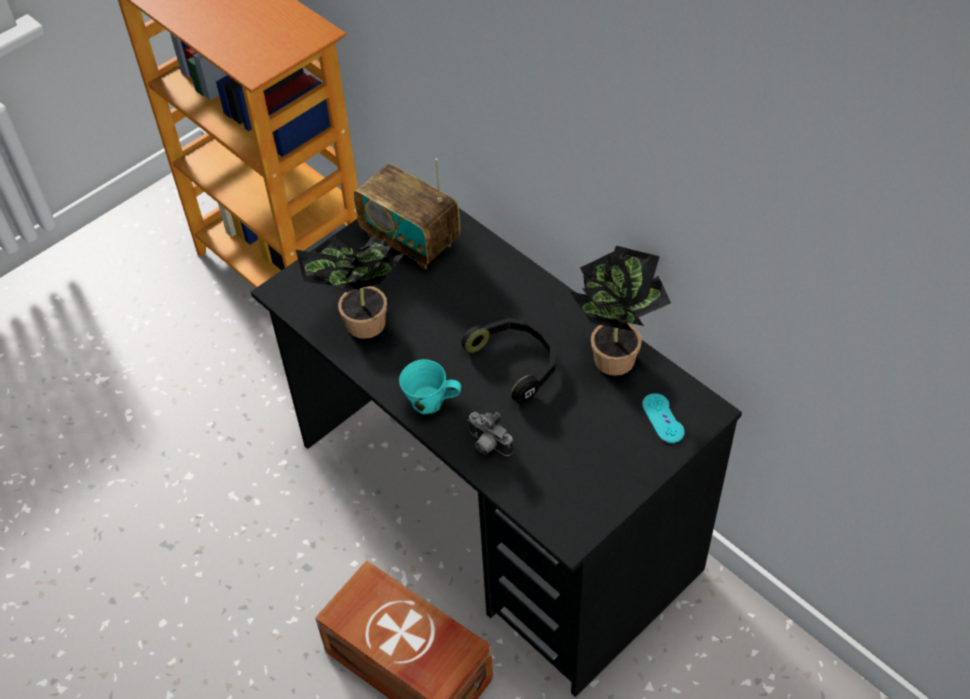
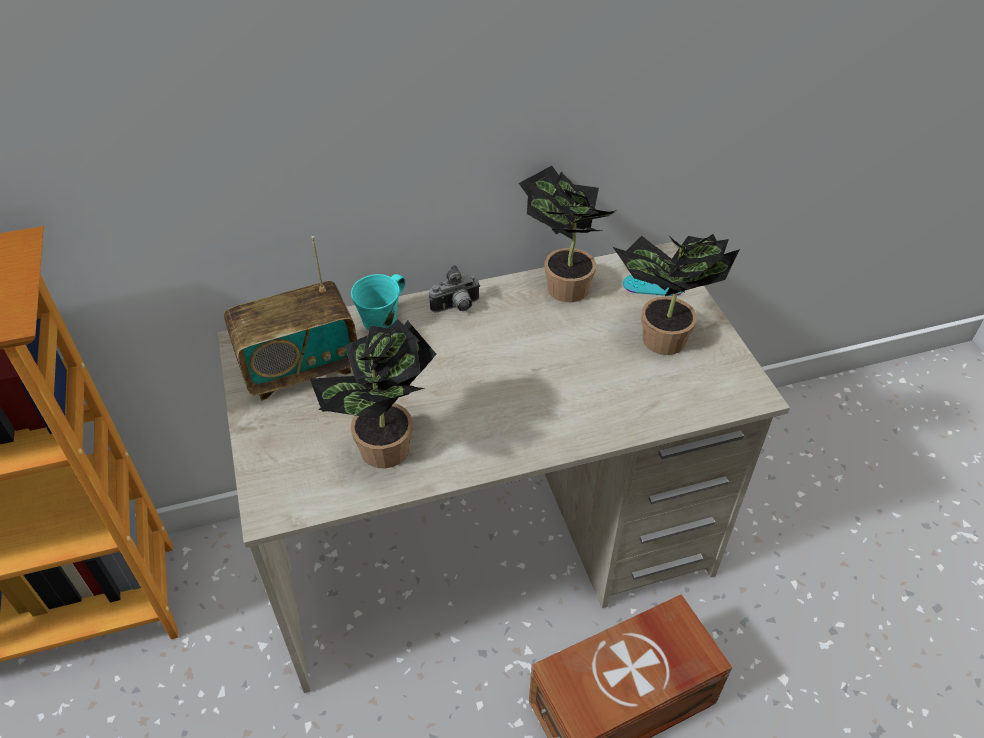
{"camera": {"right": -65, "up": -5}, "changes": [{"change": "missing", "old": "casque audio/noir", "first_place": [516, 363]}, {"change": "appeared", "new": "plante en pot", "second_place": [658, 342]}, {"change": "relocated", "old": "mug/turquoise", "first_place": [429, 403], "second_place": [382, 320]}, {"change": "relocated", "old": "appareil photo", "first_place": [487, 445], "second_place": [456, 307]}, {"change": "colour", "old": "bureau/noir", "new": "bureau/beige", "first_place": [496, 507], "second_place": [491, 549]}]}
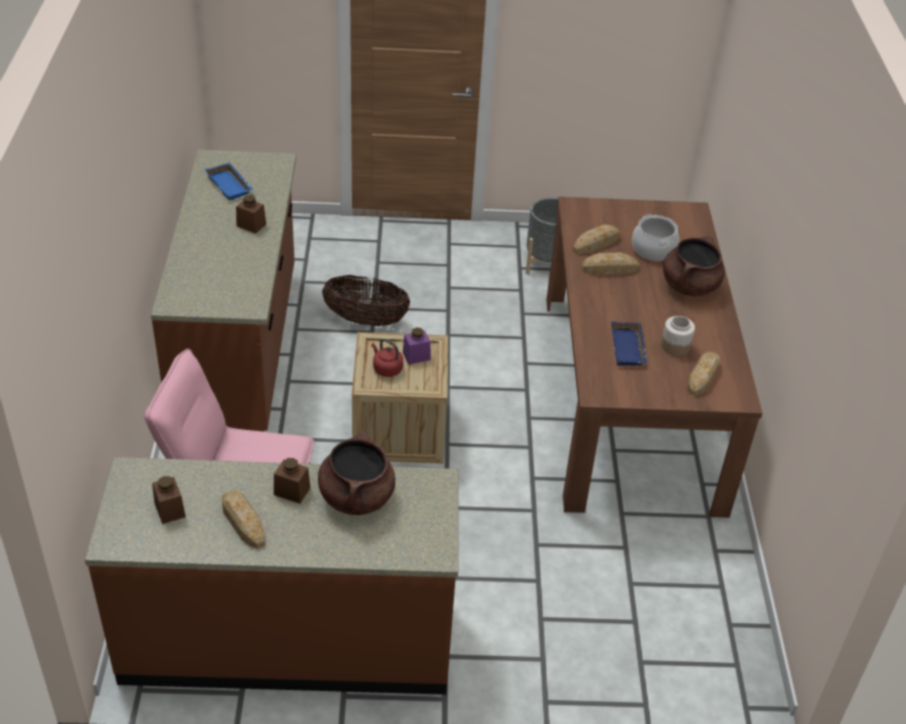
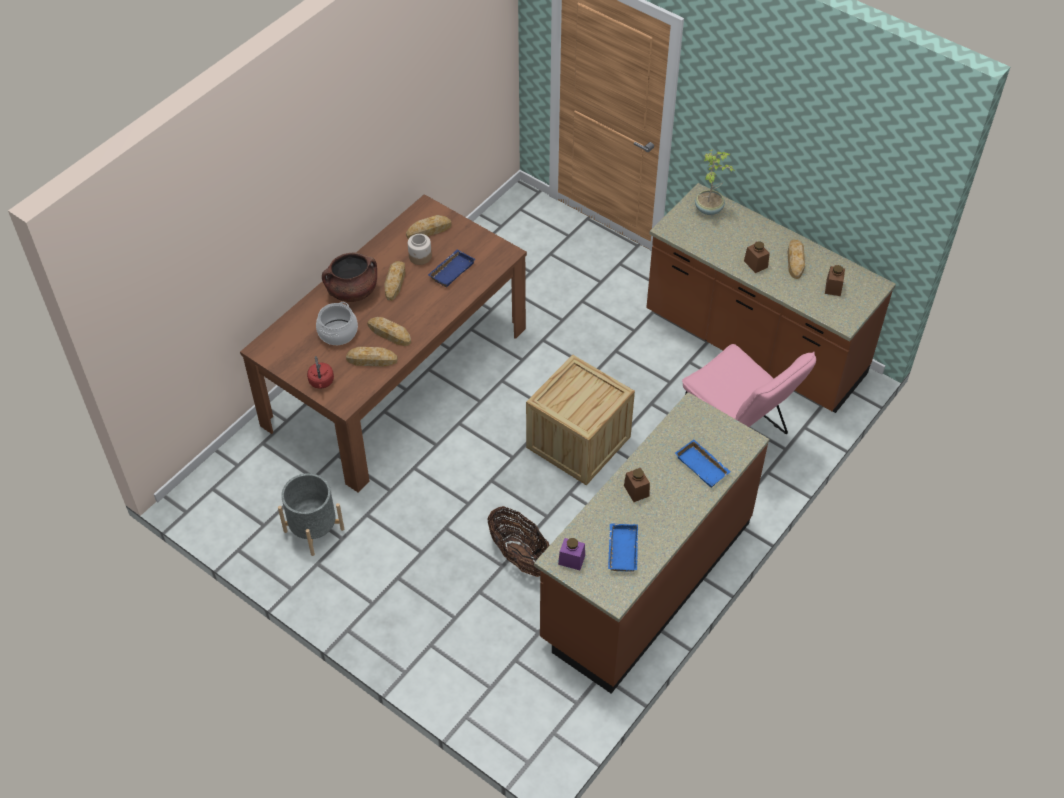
{"camera": {"right": -140, "up": 10}, "changes": [{"change": "missing", "old": "marmite/marron", "first_place": [356, 497]}, {"change": "appeared", "new": "pain", "second_place": [395, 282]}, {"change": "appeared", "new": "plateau/bleu", "second_place": [703, 466]}, {"change": "appeared", "new": "plante en pot", "second_place": [709, 208]}, {"change": "relocated", "old": "bouilloire/rouge", "first_place": [386, 369], "second_place": [321, 382]}, {"change": "relocated", "old": "bocal/violet", "first_place": [416, 356], "second_place": [571, 560]}]}
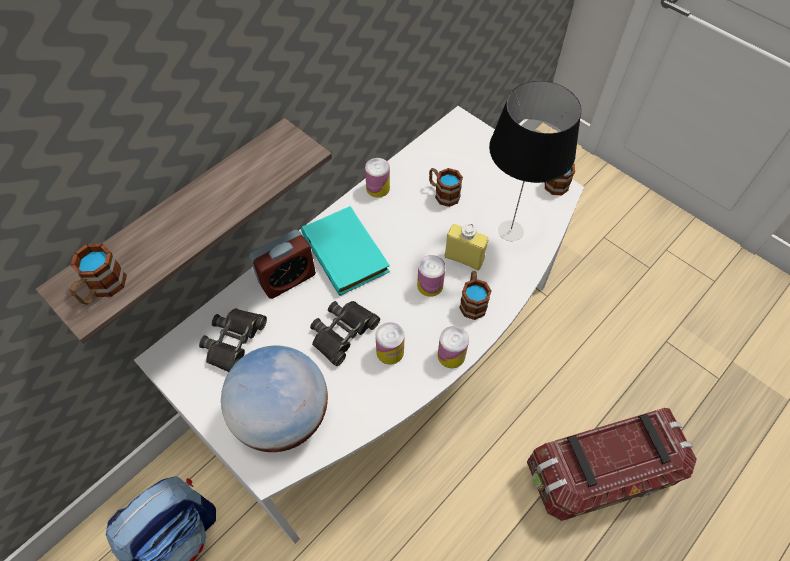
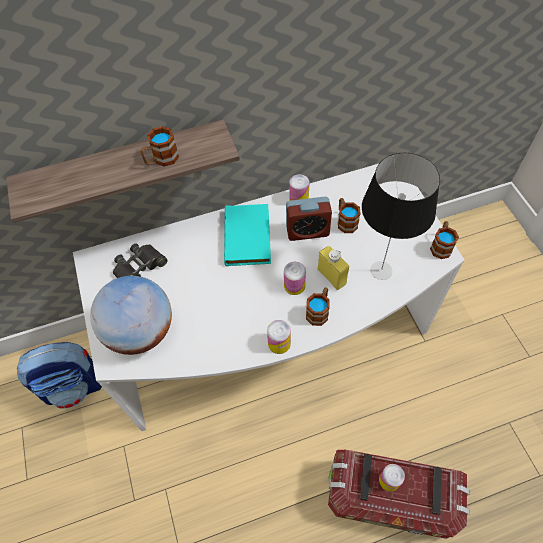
{"camera": {"right": 30, "up": 0}, "changes": [{"change": "missing", "old": "jumelles/noir", "first_place": [343, 333]}, {"change": "relocated", "old": "mug", "first_place": [103, 288], "second_place": [161, 159]}, {"change": "relocated", "old": "réveil", "first_place": [287, 279], "second_place": [307, 231]}, {"change": "relocated", "old": "boîte métallique", "first_place": [390, 351], "second_place": [389, 480]}]}
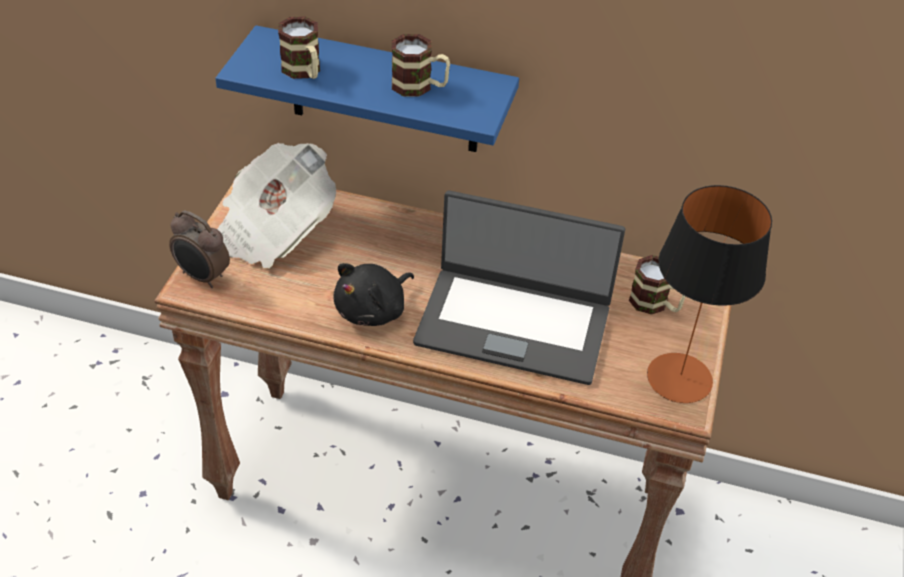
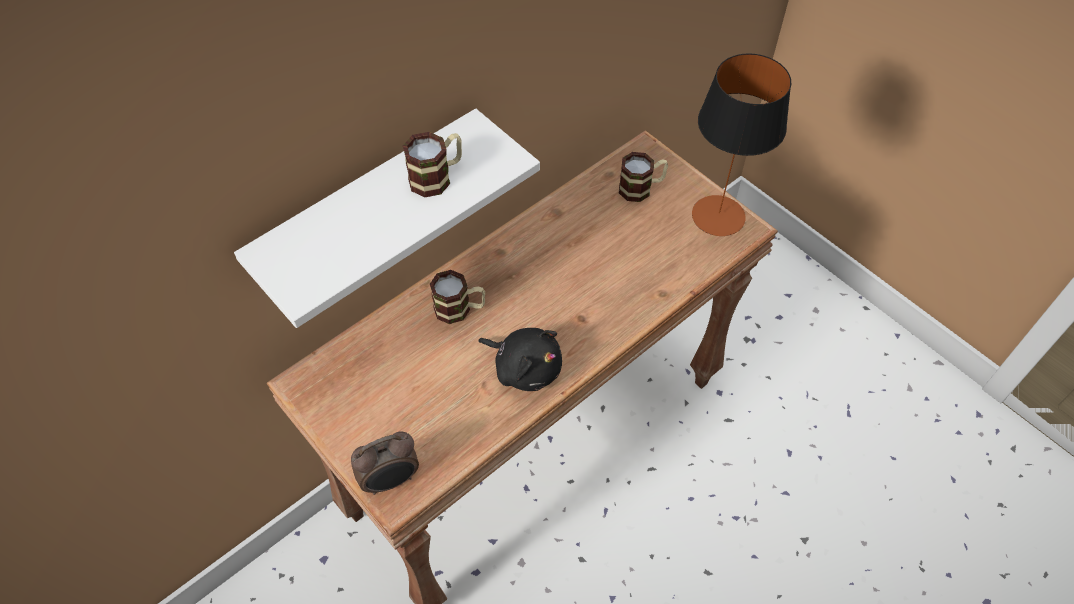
{"camera": {"right": -55, "up": 10}, "changes": [{"change": "missing", "old": "journal", "first_place": [272, 230]}, {"change": "missing", "old": "ordinateur portable", "first_place": [513, 323]}, {"change": "relocated", "old": "mug", "first_place": [304, 72], "second_place": [460, 309]}, {"change": "colour", "old": "étagère/bleu", "new": "étagère/blanc", "first_place": [384, 91], "second_place": [369, 210]}, {"change": "spun", "old": "peluche/noir", "first_place": [373, 310], "second_place": [525, 367], "degrees": -45}]}
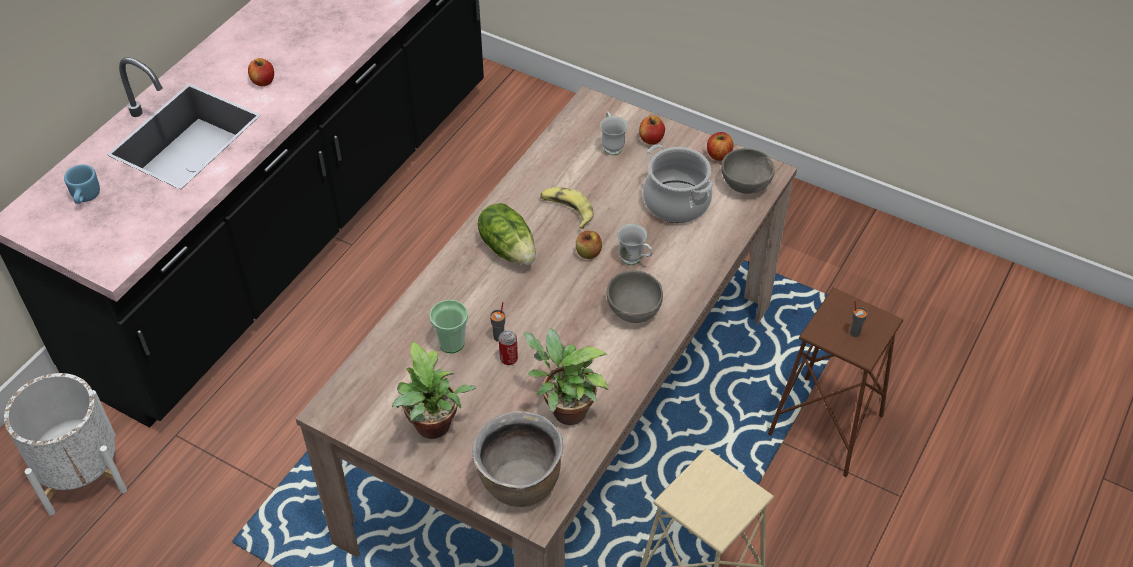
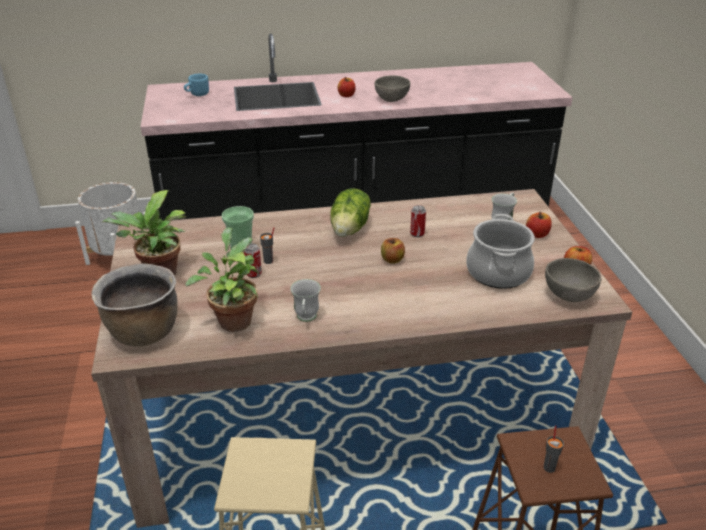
{"camera": {"right": 50, "up": -15}, "changes": [{"change": "relocated", "old": "bol/gris", "first_place": [633, 311], "second_place": [391, 99]}, {"change": "relocated", "old": "mug/blanc", "first_place": [635, 260], "second_place": [306, 319]}, {"change": "exchanged", "old": "banane", "new": "boîte métallique", "first_place": [567, 210], "second_place": [417, 234]}]}
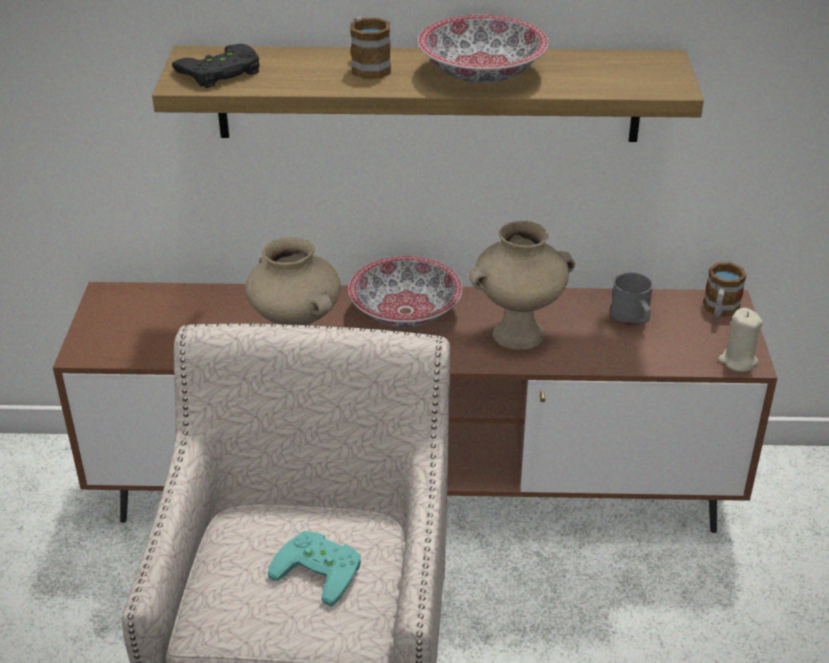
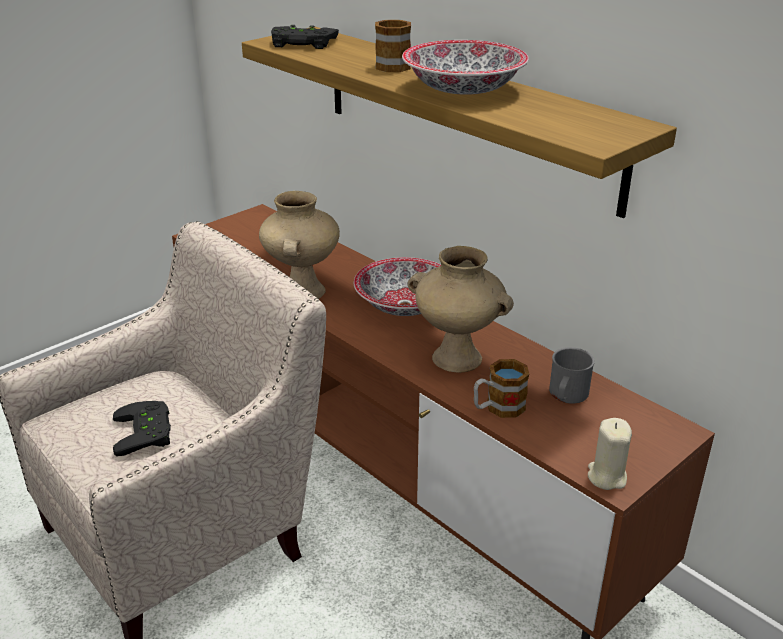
{"camera": {"right": 45, "up": -5}, "changes": [{"change": "relocated", "old": "mug", "first_place": [719, 310], "second_place": [498, 408]}, {"change": "colour", "old": "manette/turquoise", "new": "manette/noir", "first_place": [321, 568], "second_place": [148, 432]}]}
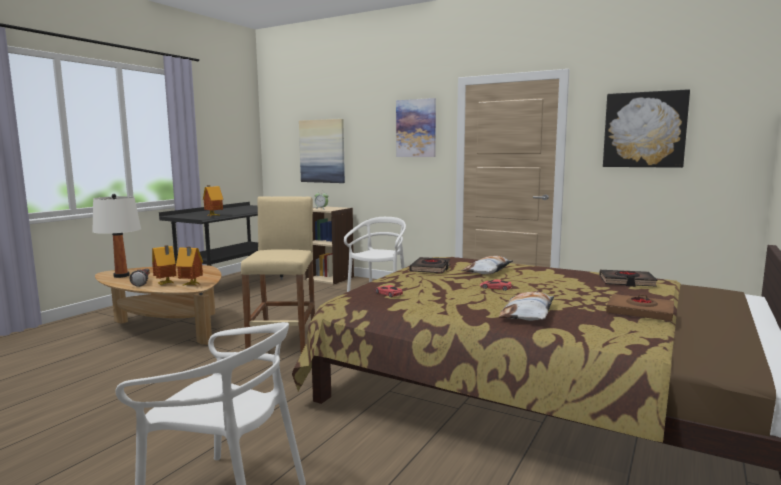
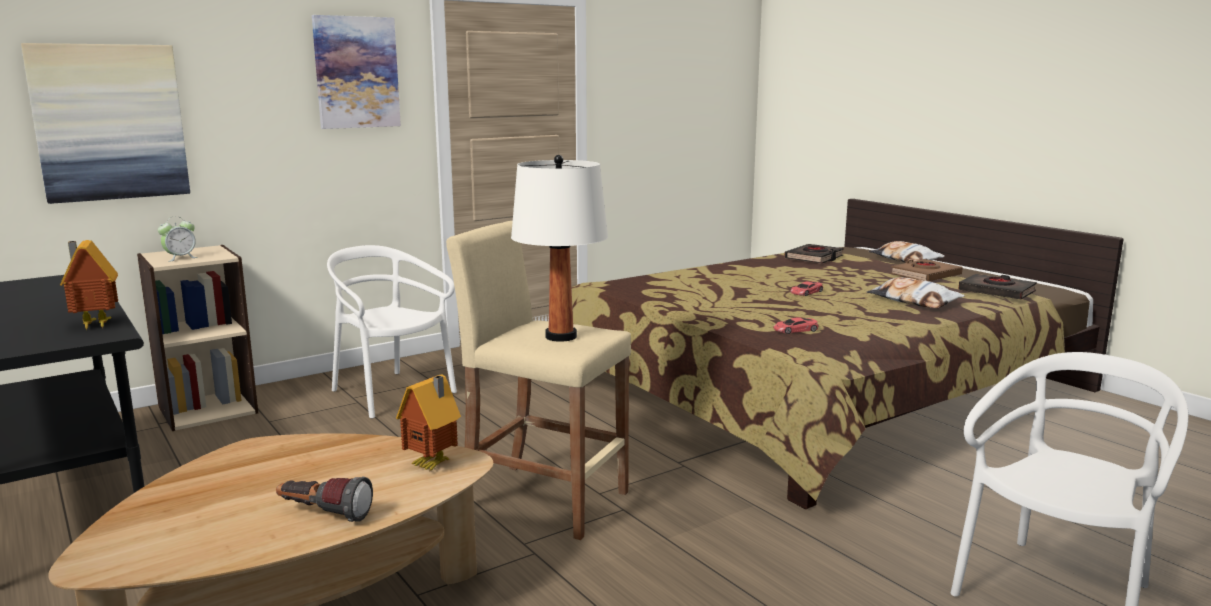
{"camera": {"right": -65, "up": 5}, "changes": [{"change": "missing", "old": "maison miniature", "first_place": [166, 284]}, {"change": "missing", "old": "tableau", "first_place": [644, 130]}, {"change": "relocated", "old": "lampe de table/blanc", "first_place": [121, 276], "second_place": [560, 337]}, {"change": "relocated", "old": "livre/noir", "first_place": [430, 269], "second_place": [997, 292]}, {"change": "relocated", "old": "coussin", "first_place": [488, 271], "second_place": [905, 259]}]}
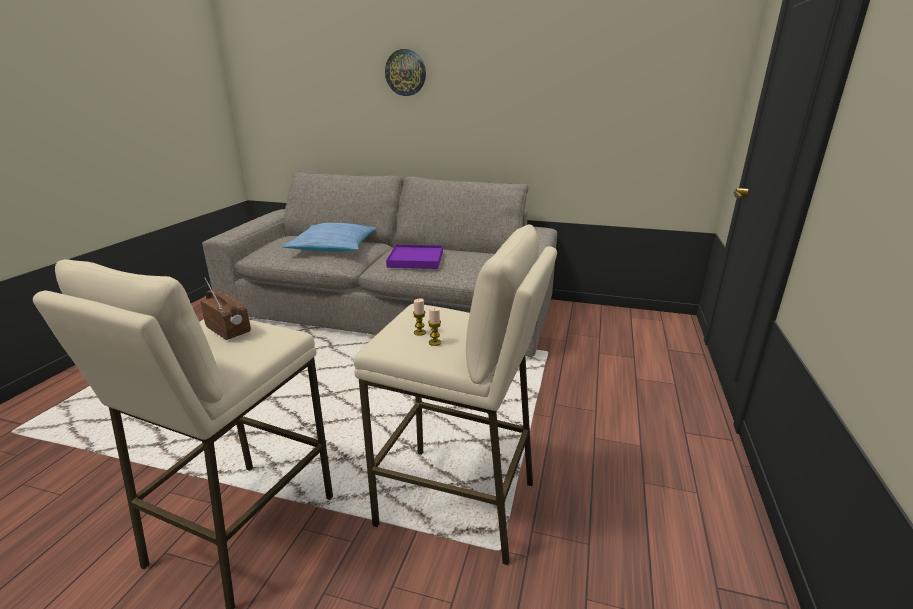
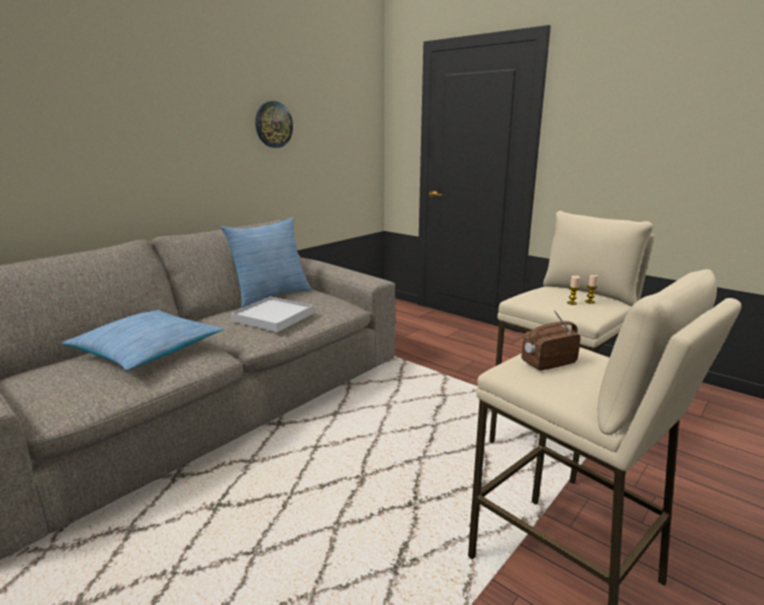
{"camera": {"right": -65, "up": -5}, "changes": [{"change": "appeared", "new": "coussin", "second_place": [270, 296]}, {"change": "relocated", "old": "horloge murale", "first_place": [405, 72], "second_place": [273, 124]}, {"change": "colour", "old": "plateau/violet", "new": "plateau/blanc", "first_place": [415, 260], "second_place": [273, 317]}]}
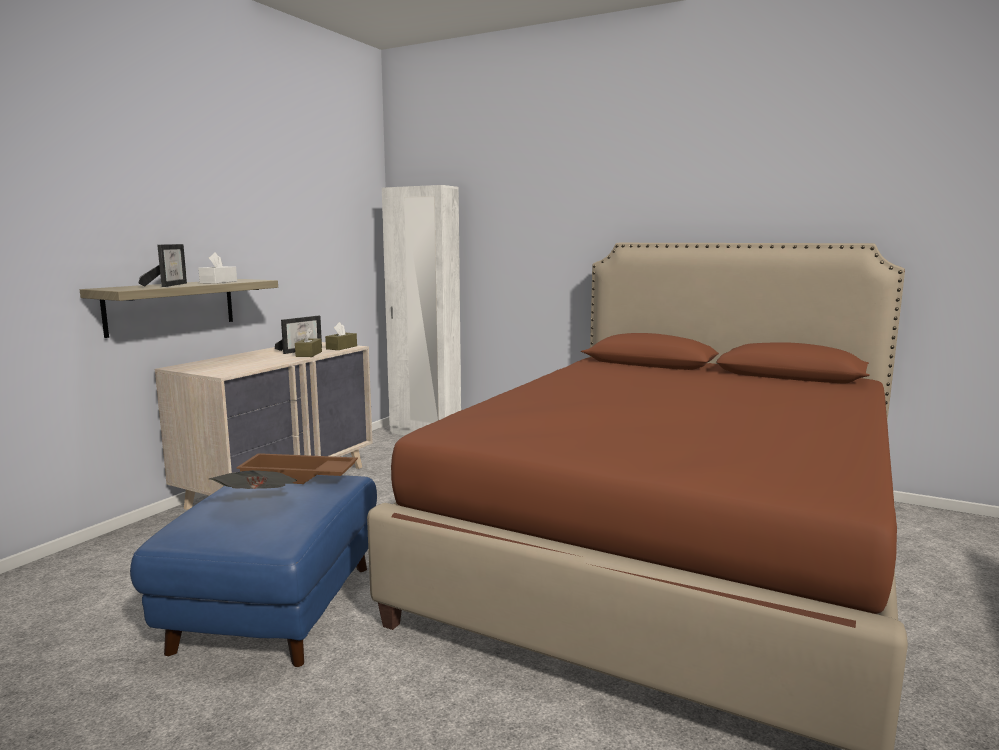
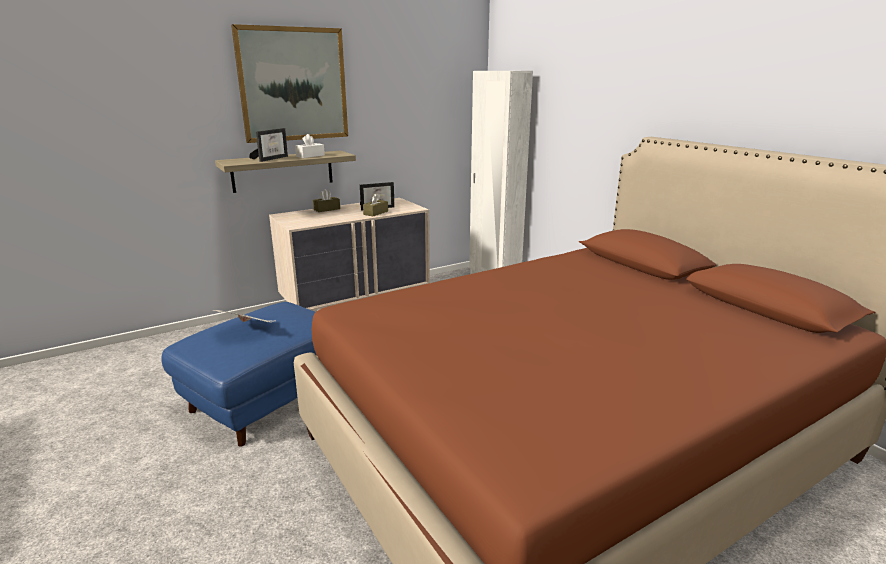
{"camera": {"right": 30, "up": 10}, "changes": [{"change": "missing", "old": "plateau/marron", "first_place": [297, 477]}, {"change": "appeared", "new": "tableau", "second_place": [293, 84]}, {"change": "relocated", "old": "boîte à mouchoirs/marron", "first_place": [341, 347], "second_place": [327, 209]}]}
